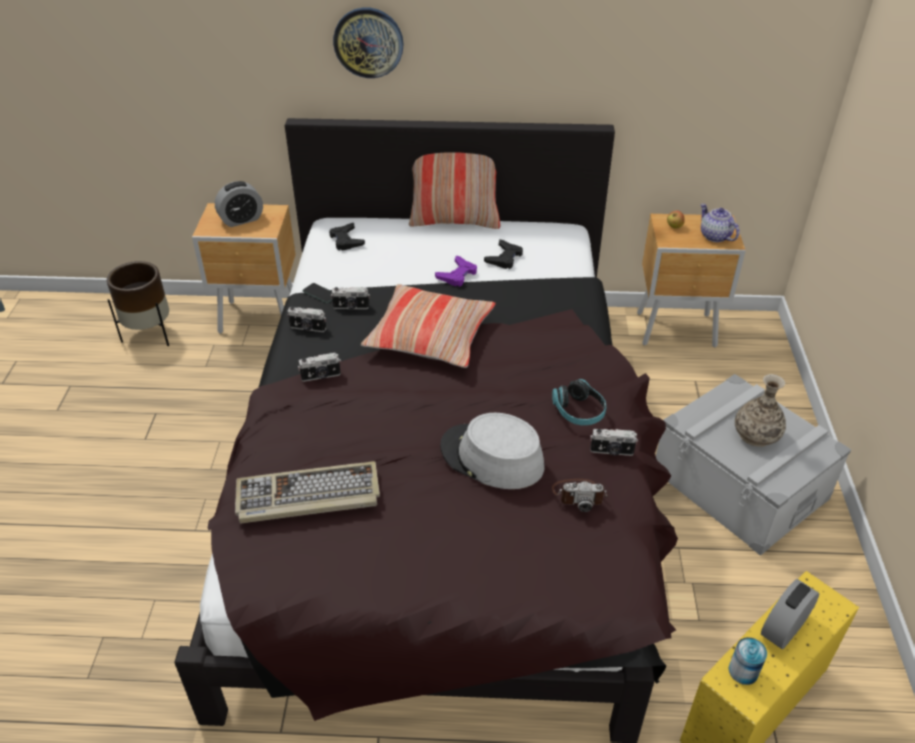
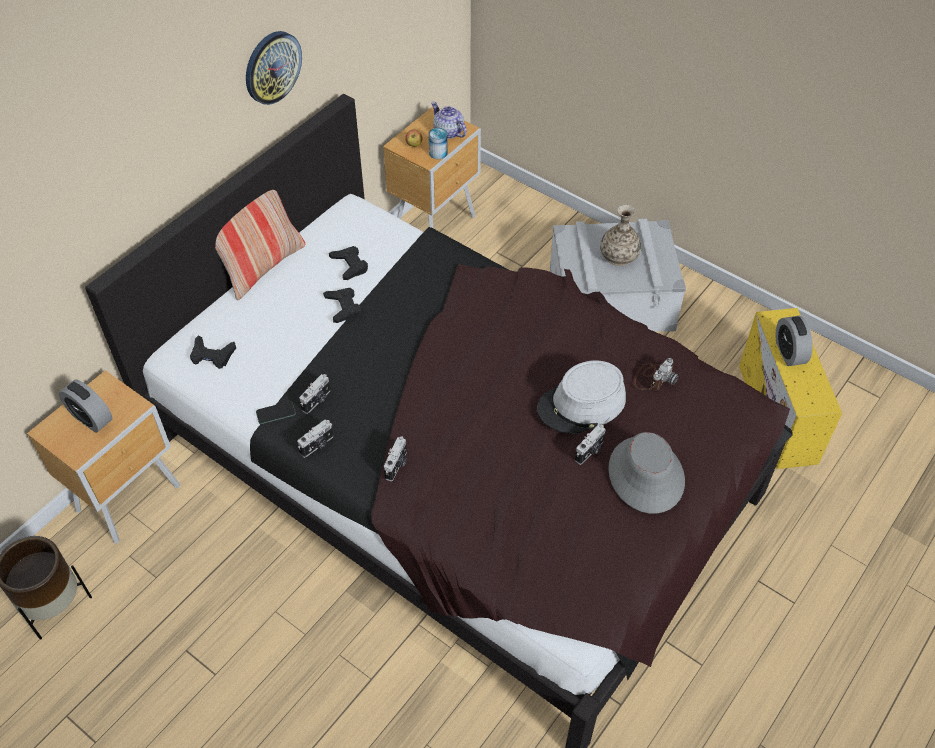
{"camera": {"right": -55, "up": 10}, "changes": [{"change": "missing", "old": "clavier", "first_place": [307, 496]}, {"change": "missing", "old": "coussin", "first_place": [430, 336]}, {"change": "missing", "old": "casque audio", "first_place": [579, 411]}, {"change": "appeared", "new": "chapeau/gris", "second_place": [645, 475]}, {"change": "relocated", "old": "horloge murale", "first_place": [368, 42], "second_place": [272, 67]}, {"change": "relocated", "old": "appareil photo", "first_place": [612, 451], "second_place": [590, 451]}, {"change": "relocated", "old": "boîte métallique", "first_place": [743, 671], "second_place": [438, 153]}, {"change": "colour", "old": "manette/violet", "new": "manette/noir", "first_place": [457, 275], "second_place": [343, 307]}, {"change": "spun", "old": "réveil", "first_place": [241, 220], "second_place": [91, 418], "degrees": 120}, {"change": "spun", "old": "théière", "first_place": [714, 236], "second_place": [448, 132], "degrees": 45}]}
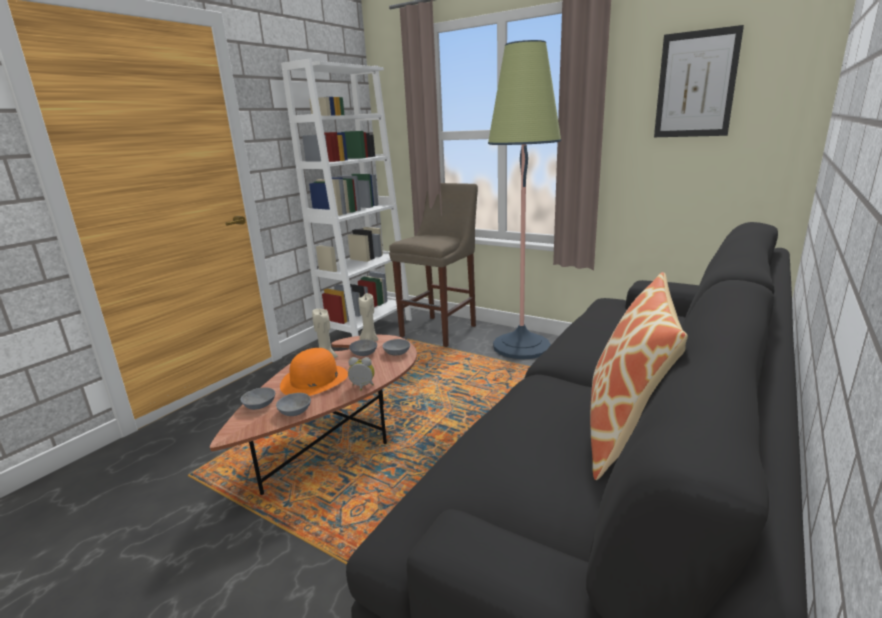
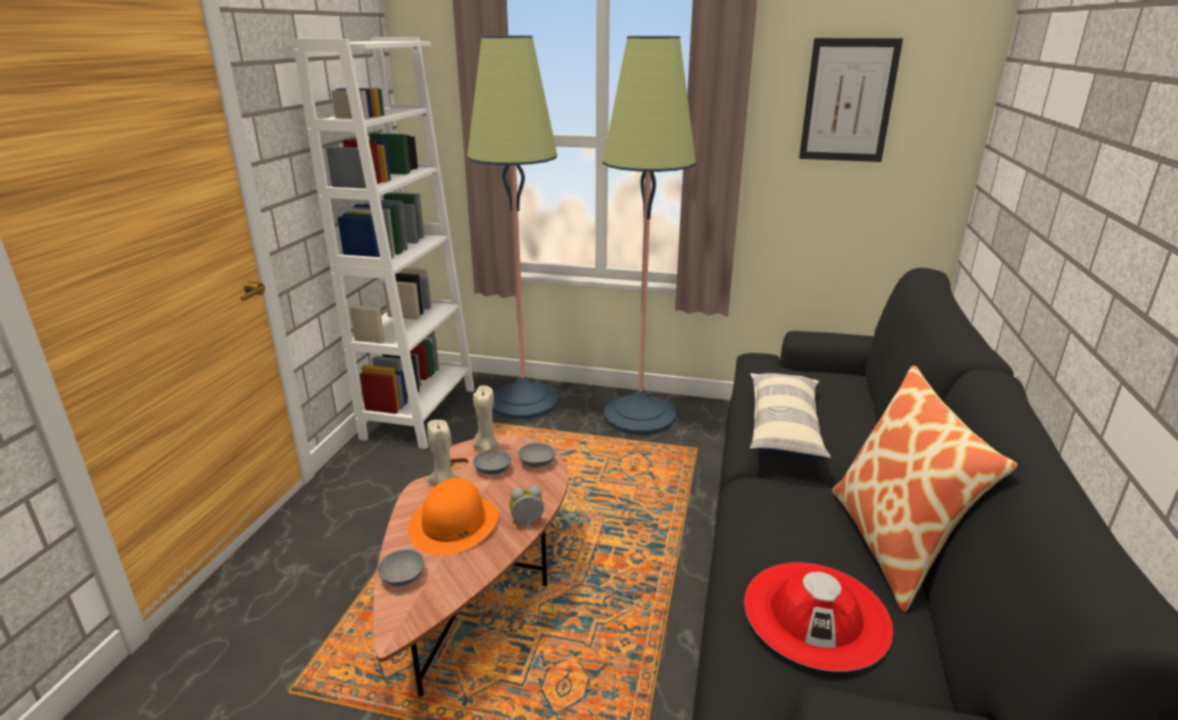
{"camera": {"right": -20, "up": 5}, "changes": [{"change": "missing", "old": "bol/gris", "first_place": [293, 411]}, {"change": "appeared", "new": "chapeau/rouge", "second_place": [816, 614]}, {"change": "appeared", "new": "coussin", "second_place": [784, 427]}, {"change": "exchanged", "old": "tabouret/beige", "new": "lampadaire", "first_place": [441, 329], "second_place": [523, 401]}]}
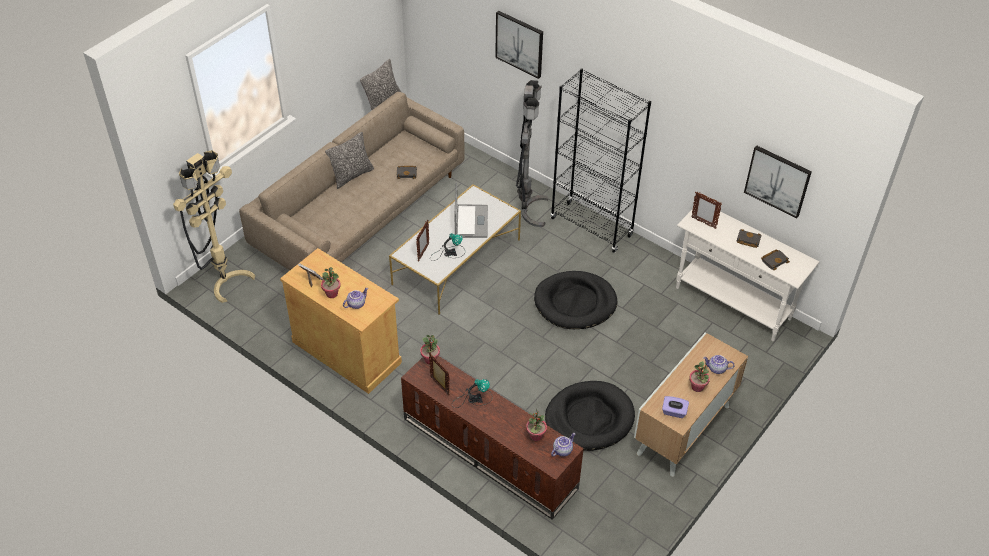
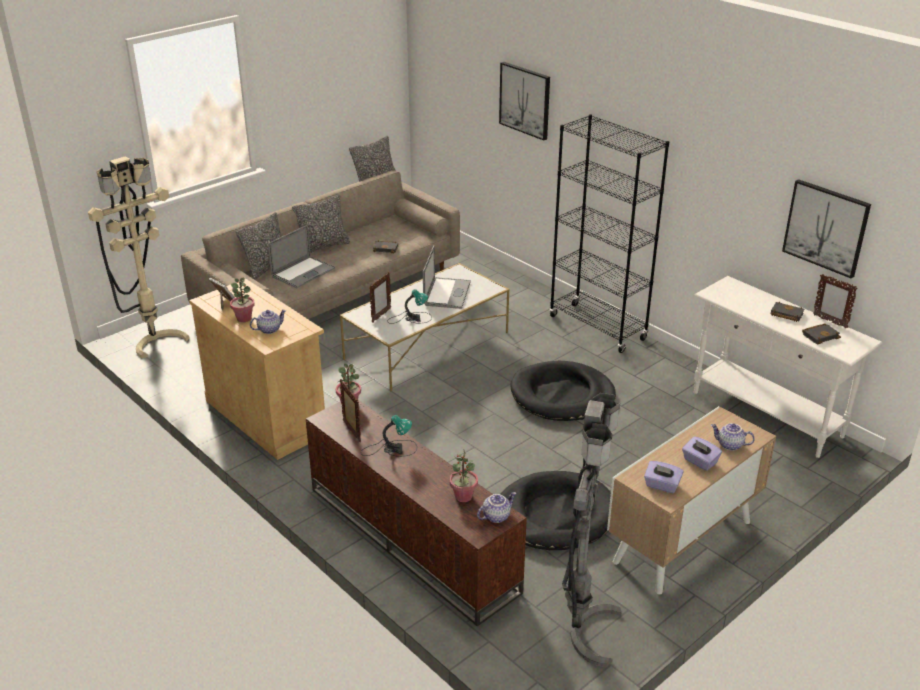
{"camera": {"right": 10, "up": -15}, "changes": [{"change": "appeared", "new": "coussin", "second_place": [267, 268]}, {"change": "appeared", "new": "ordinateur portable", "second_place": [303, 272]}, {"change": "relocated", "old": "lampadaire/gris", "first_place": [527, 210], "second_place": [581, 631]}, {"change": "relocated", "old": "cadre photo", "first_place": [703, 223], "second_place": [829, 321]}, {"change": "exchanged", "old": "plante en pot", "new": "boîte à mouchoirs/violet", "first_place": [697, 387], "second_place": [699, 462]}]}
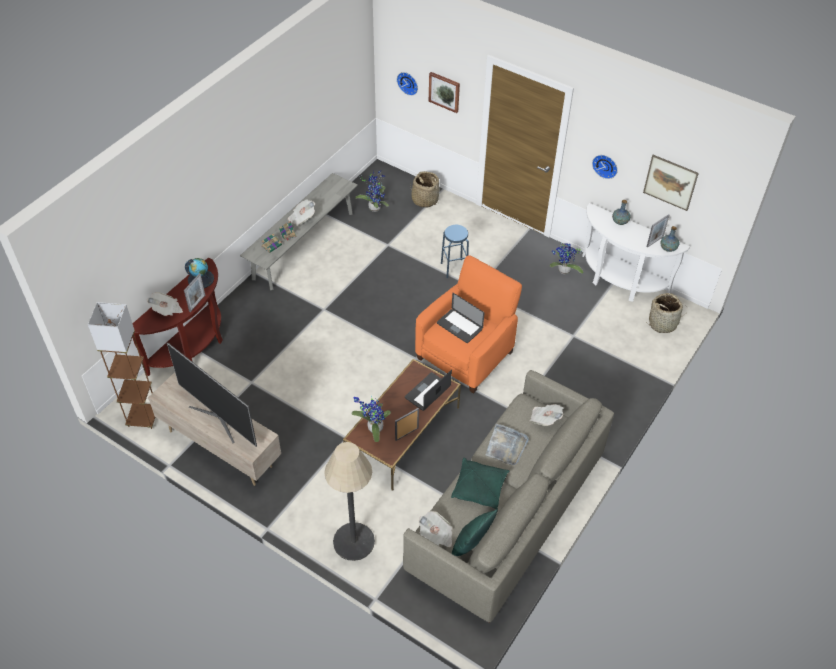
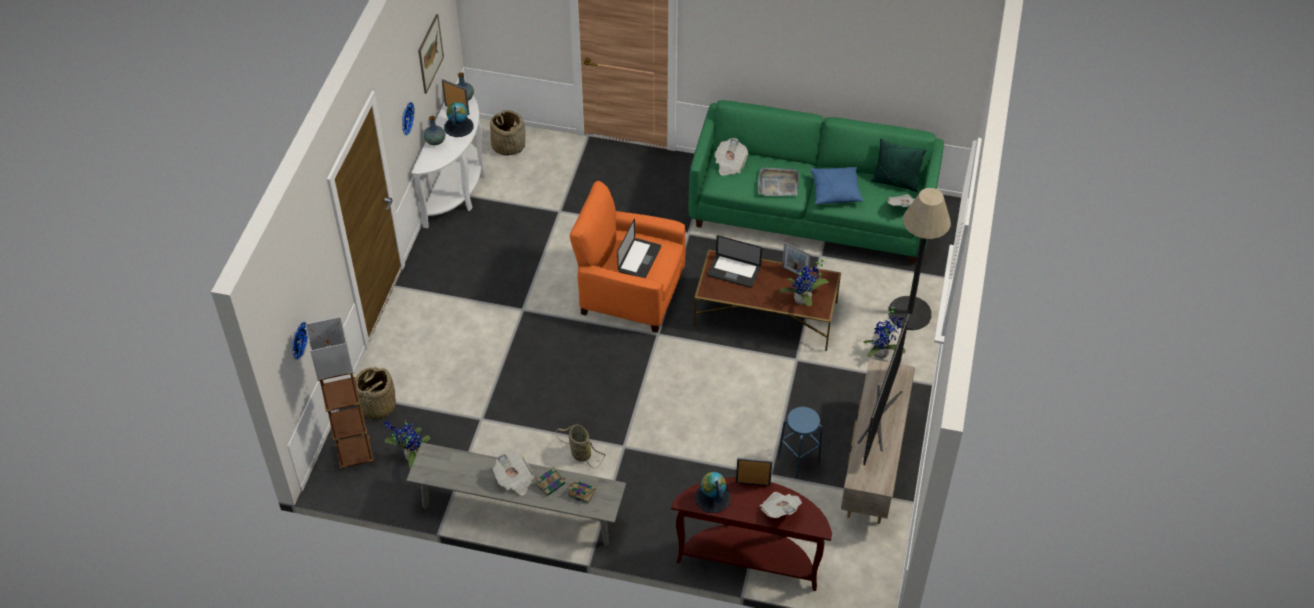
{"camera": {"right": -110, "up": 0}, "changes": [{"change": "missing", "old": "tableau", "first_place": [444, 91]}, {"change": "appeared", "new": "globe", "second_place": [458, 126]}, {"change": "appeared", "new": "panier", "second_place": [579, 453]}, {"change": "relocated", "old": "lampadaire/marron", "first_place": [143, 417], "second_place": [355, 454]}, {"change": "relocated", "old": "tabouret/bleu", "first_place": [454, 268], "second_place": [798, 460]}, {"change": "relocated", "old": "plante en pot", "first_place": [563, 271], "second_place": [883, 353]}, {"change": "colour", "old": "canapé/gris", "new": "canapé/vert", "first_place": [506, 513], "second_place": [812, 212]}, {"change": "colour", "old": "coussin/vert", "new": "coussin/bleu", "first_place": [479, 488], "second_place": [835, 191]}]}
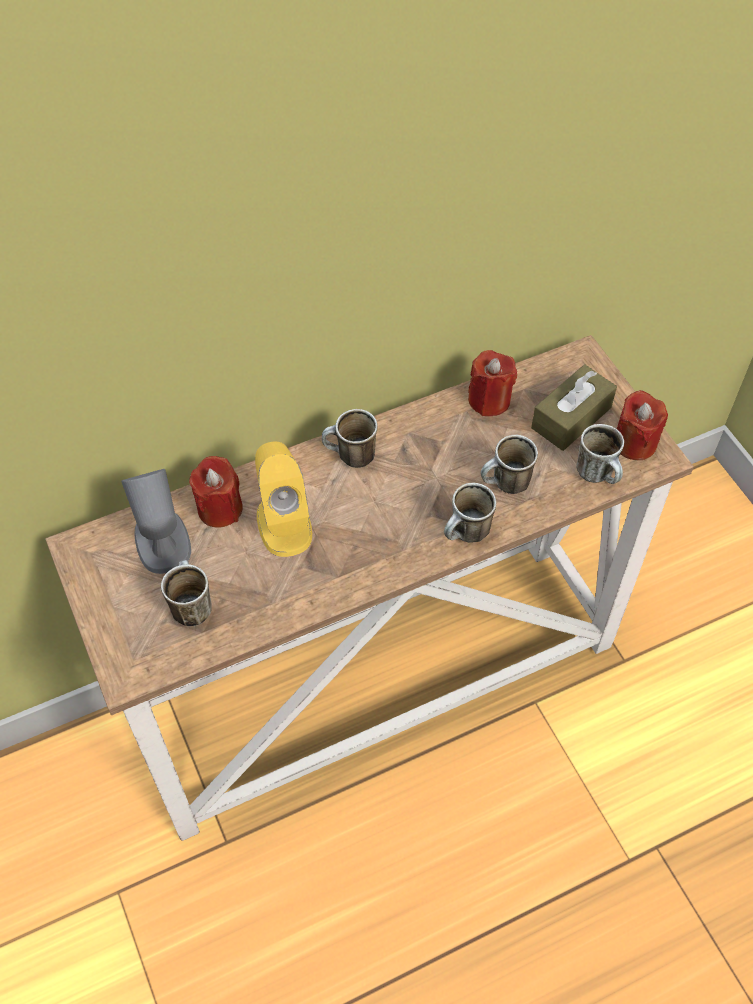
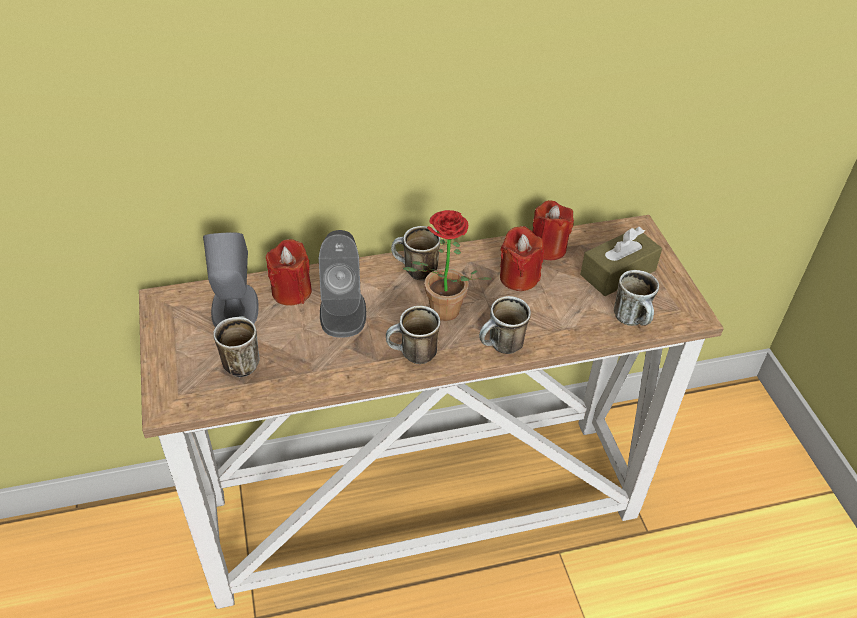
{"camera": {"right": 10, "up": -10}, "changes": [{"change": "appeared", "new": "plante en pot", "second_place": [440, 314]}, {"change": "relocated", "old": "mug", "first_place": [505, 486], "second_place": [413, 356]}, {"change": "relocated", "old": "bougie/rouge", "first_place": [634, 443], "second_place": [518, 277]}, {"change": "colour", "old": "enceinte/jaune", "new": "enceinte/gris", "first_place": [284, 523], "second_place": [343, 312]}]}
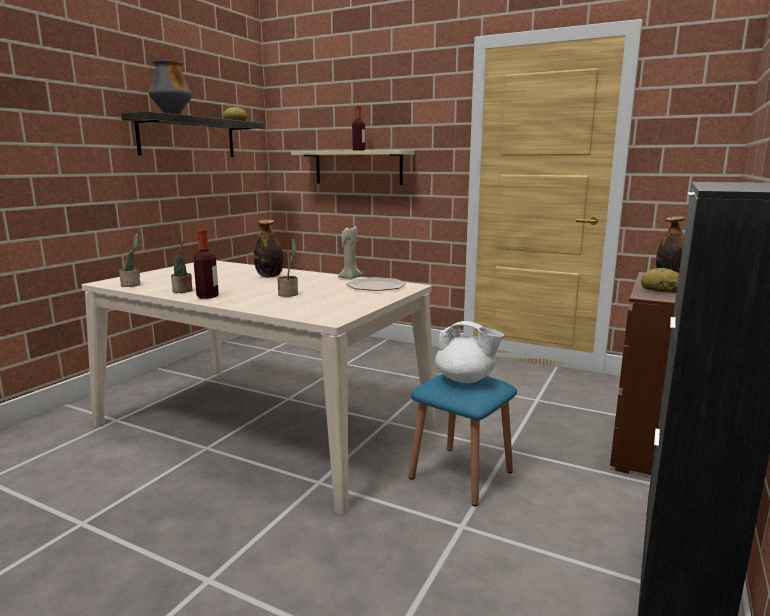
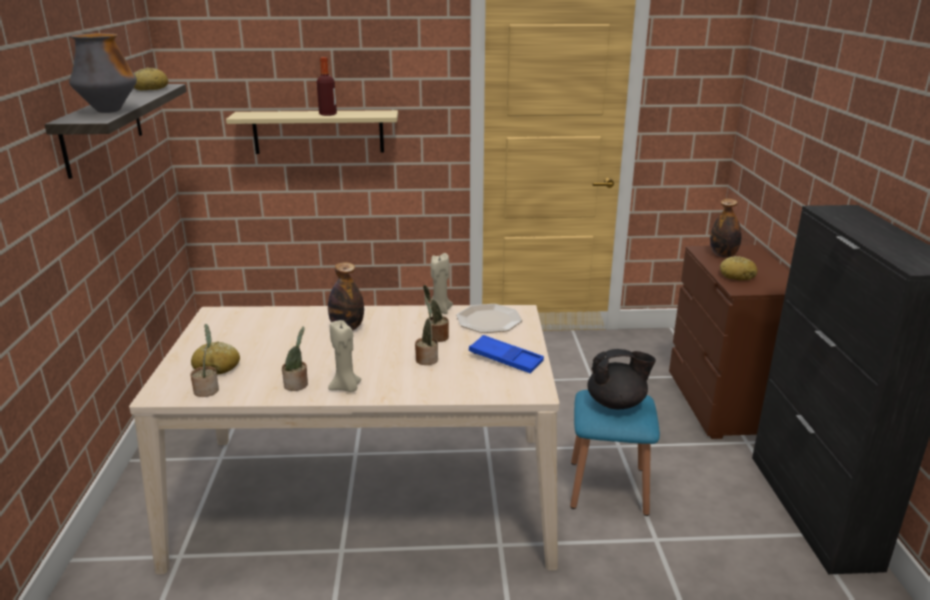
{"camera": {"right": -30, "up": 10}, "changes": [{"change": "appeared", "new": "pain", "second_place": [217, 367]}, {"change": "appeared", "new": "plante en pot", "second_place": [436, 337]}, {"change": "appeared", "new": "plateau/bleu", "second_place": [505, 359]}, {"change": "exchanged", "old": "bouteille", "new": "bougie/beige", "first_place": [207, 296], "second_place": [346, 388]}, {"change": "colour", "old": "théière/blanc", "new": "théière/noir", "first_place": [465, 379], "second_place": [617, 403]}]}
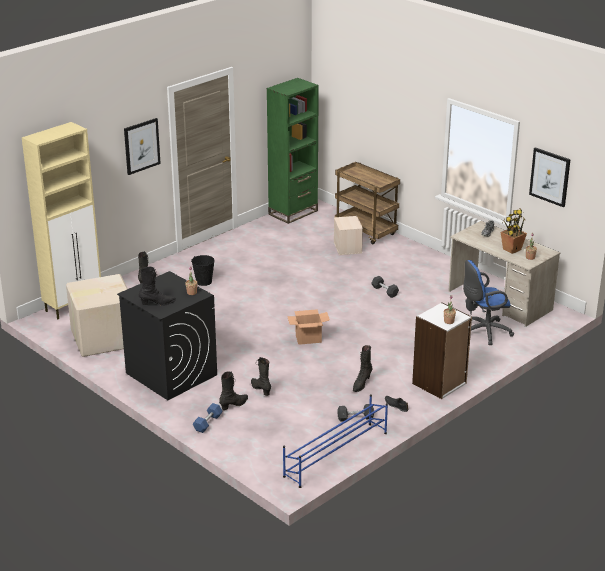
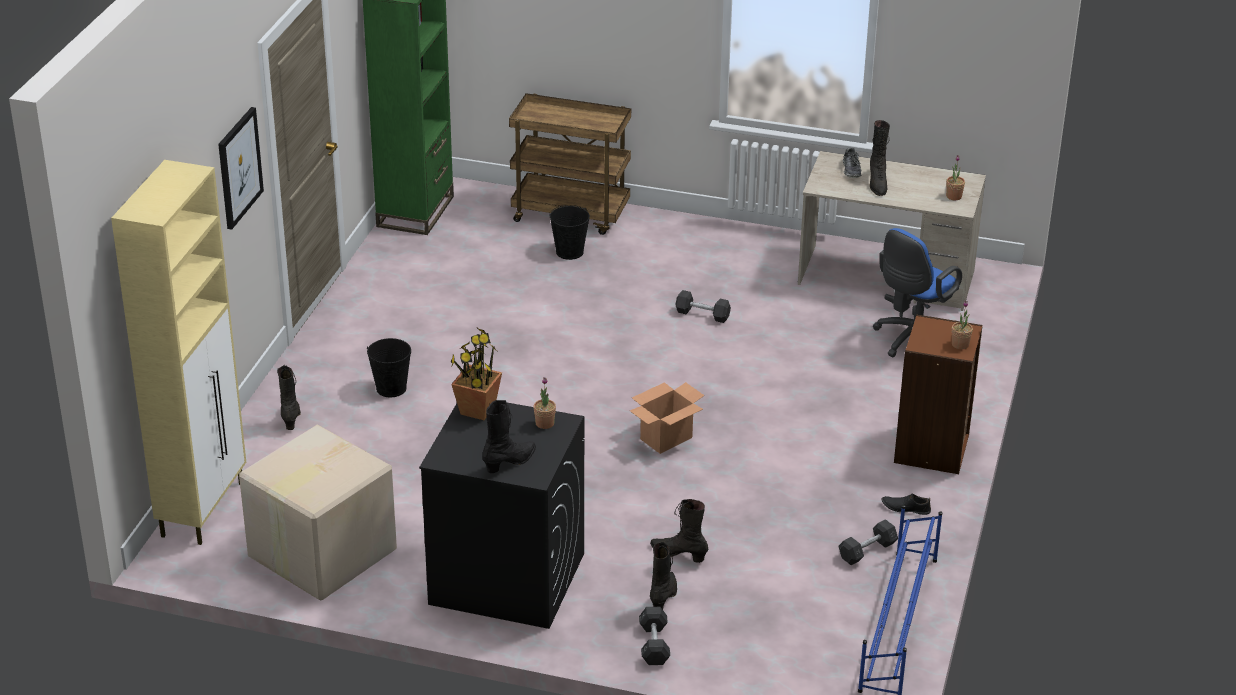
{"camera": {"right": -30, "up": 5}, "changes": [{"change": "missing", "old": "tableau", "first_place": [550, 177]}, {"change": "relocated", "old": "botte/noir", "first_place": [361, 384], "second_place": [877, 183]}, {"change": "relocated", "old": "plante en pot", "first_place": [511, 249], "second_place": [477, 410]}, {"change": "exchanged", "old": "boîte de rangement/beige", "new": "seau/noir", "first_place": [348, 247], "second_place": [570, 252]}, {"change": "colour", "old": "haltère/bleu", "new": "haltère/gris", "first_place": [208, 423], "second_place": [654, 644]}, {"change": "colour", "old": "bibliothèque/blanc", "new": "bibliothèque/marron", "first_place": [439, 384], "second_place": [932, 449]}]}
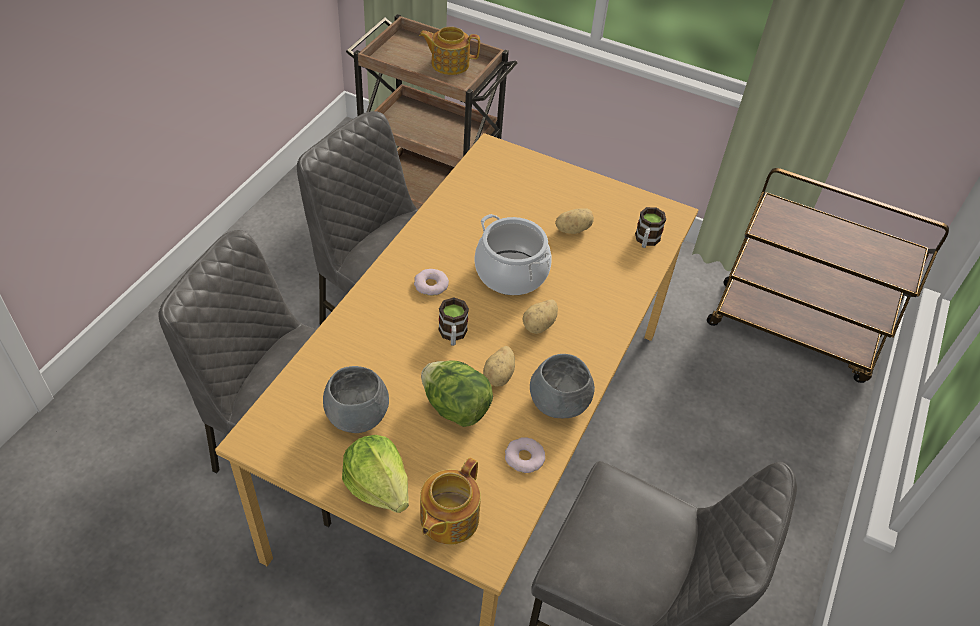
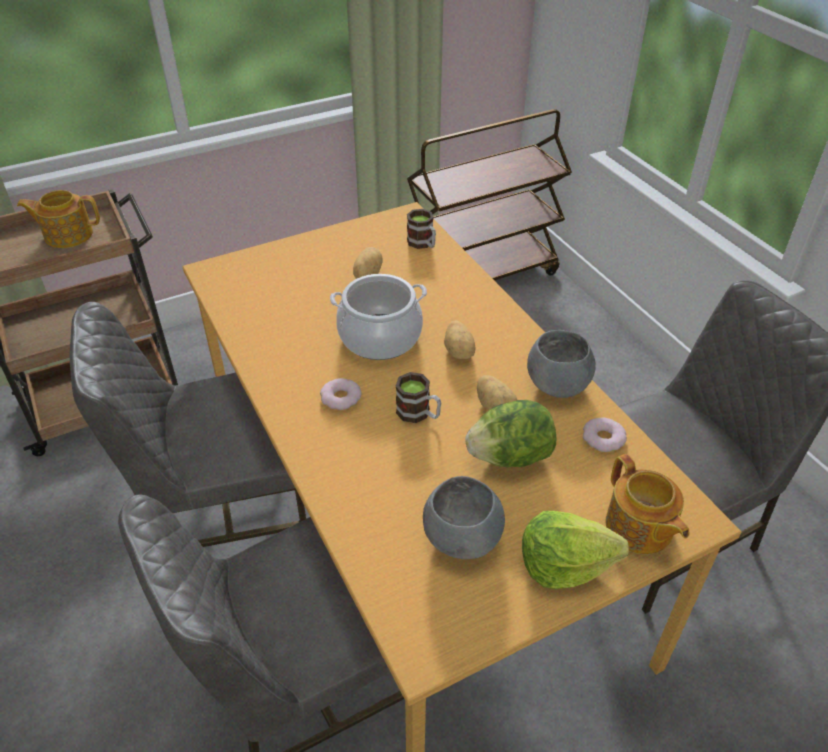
{"camera": {"right": -50, "up": -5}, "changes": [{"change": "spun", "old": "théière", "first_place": [449, 64], "second_place": [67, 235], "degrees": 45}]}
